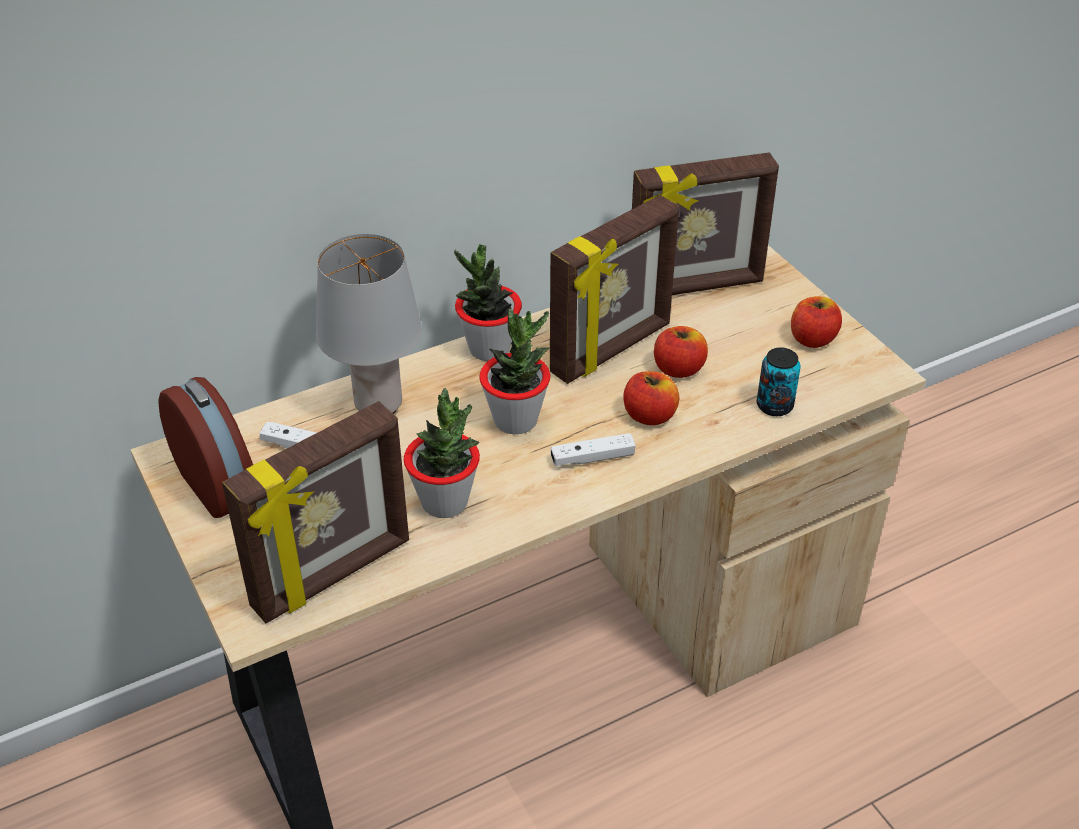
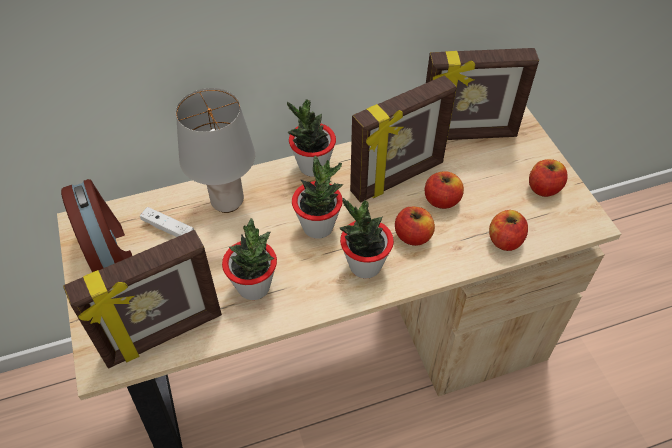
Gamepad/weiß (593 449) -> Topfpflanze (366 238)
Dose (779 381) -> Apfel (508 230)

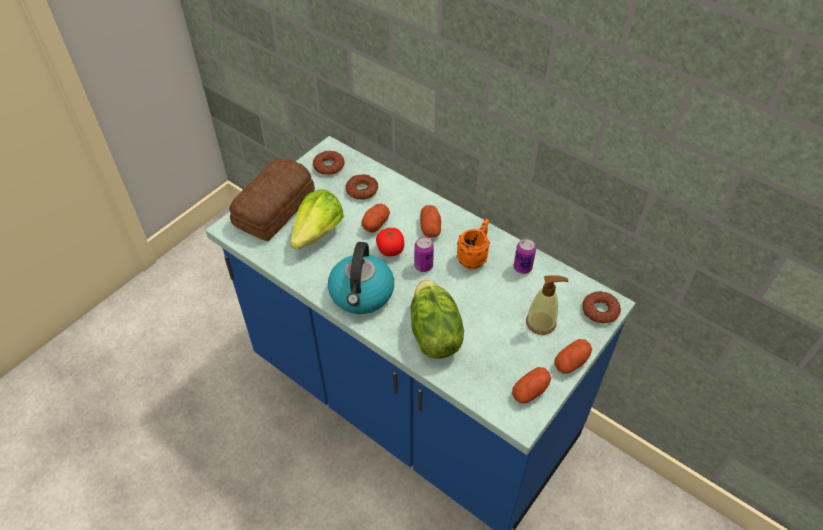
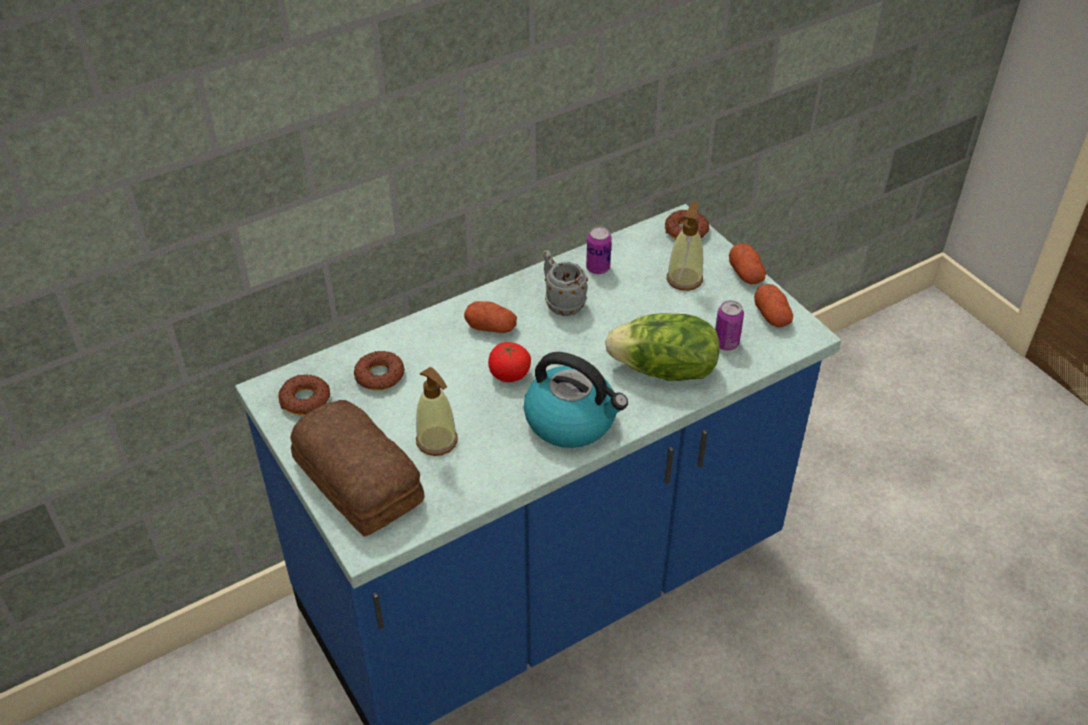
Kartoffel (376 218) -> none
Dose (424 254) -> Dose (729 325), relocated
Salatkopf (317 219) -> Seifenspender (437 411)
Henkelbecher/orange (473 244) -> Henkelbecher/grau (565 283)

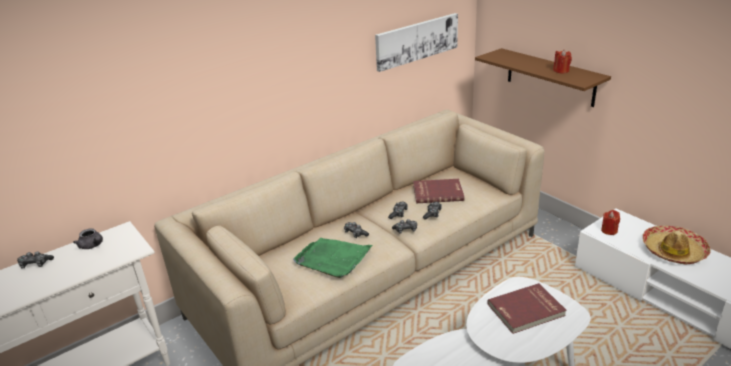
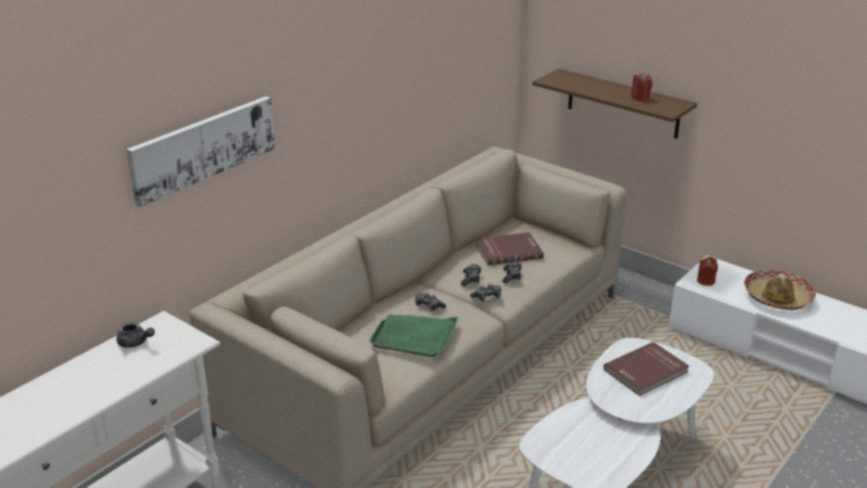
Gamepad (35 260) -> none
Bild (416 42) -> Bild (200 151), relocated

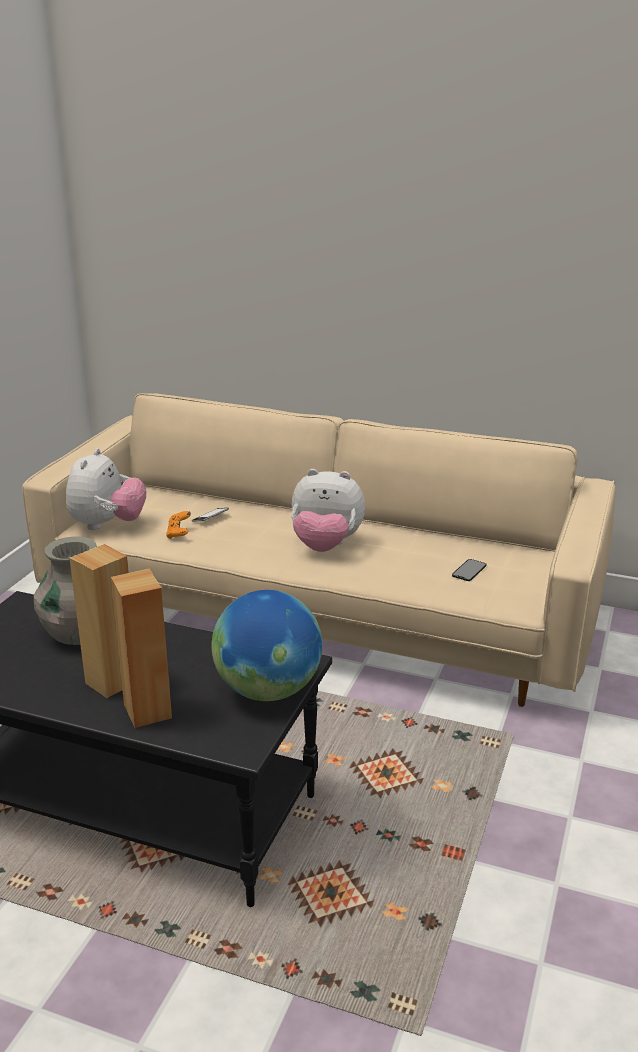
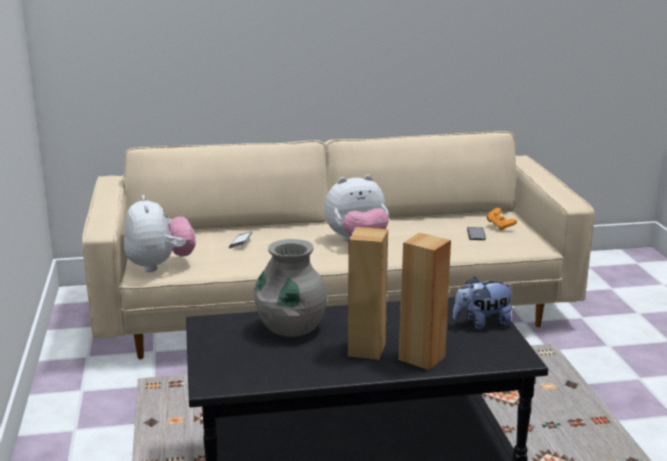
Gamepad/orange (178 525) -> Gamepad/orange (502 219), relocated
Globus (267 645) -> Plüschtier (484 302)

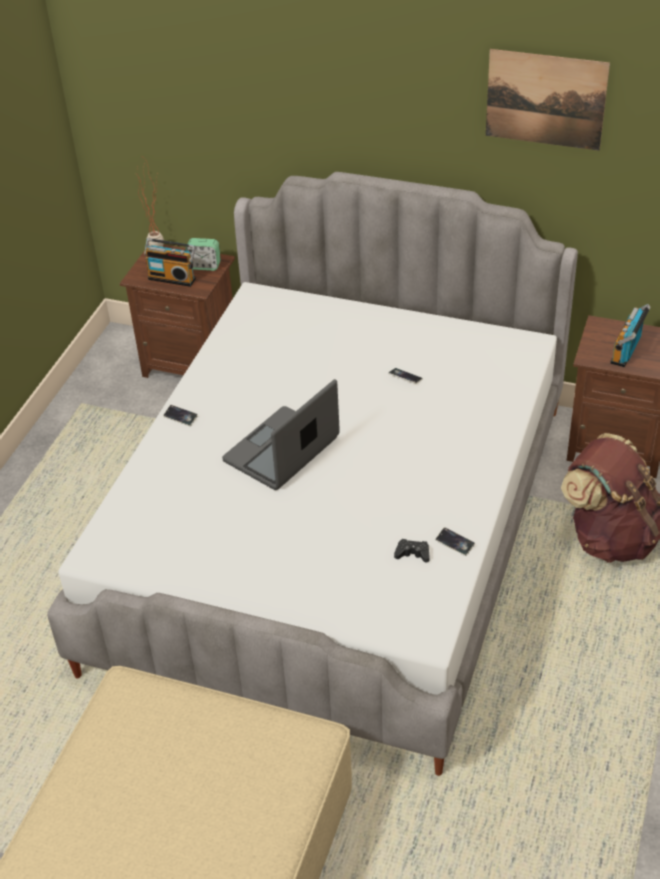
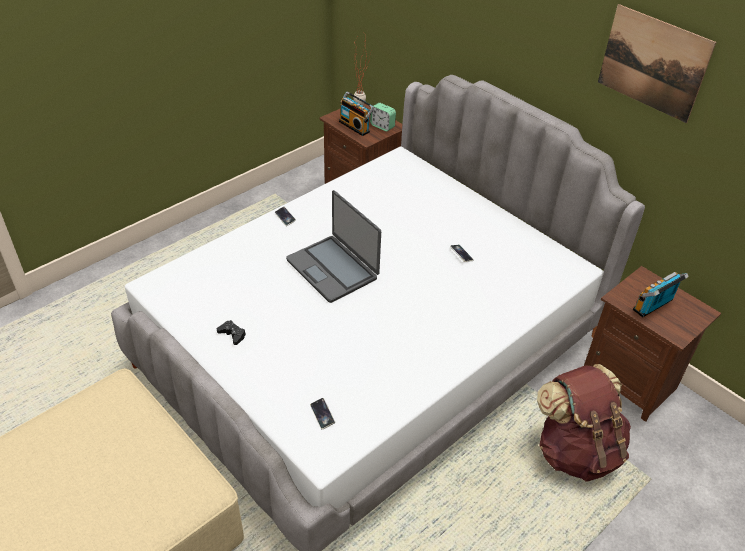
Gamepad/schwarz (412 551) -> Gamepad/schwarz (231 332), relocated
Handy (455 541) -> Handy (322 413), relocated
Laptop (281 434) -> Laptop (333 246), 105 degrees counterclockwise

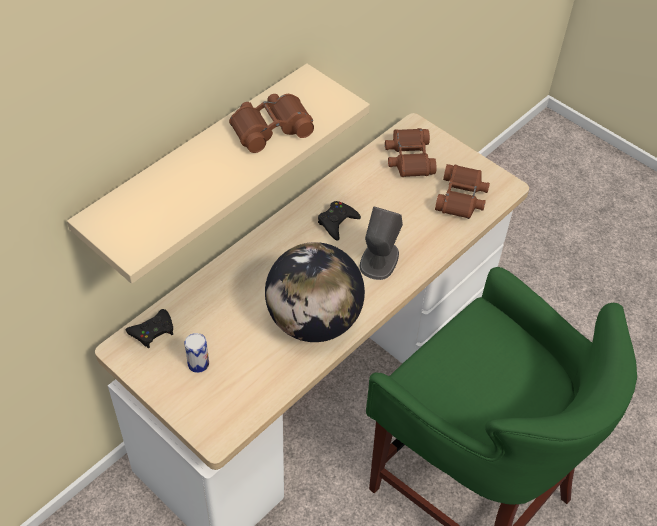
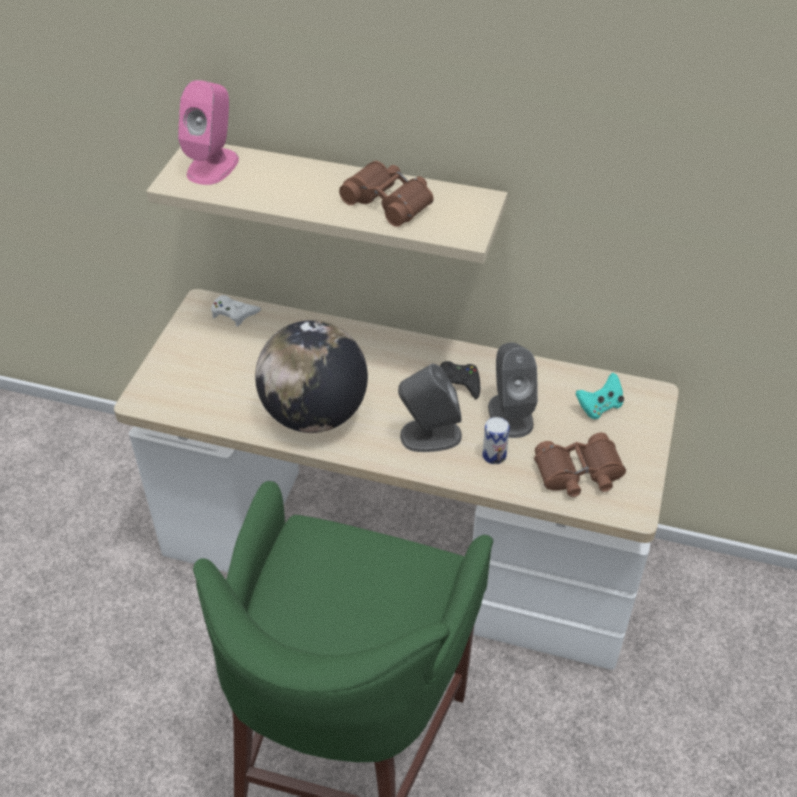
none -> Lautsprecher/rosa (208 132)
none -> Lautsprecher/grau (513 390)
Dose (196 353) -> Dose (496 440), relocated
Fernglas/braun (410 152) -> Gamepad/türkis (600 396)
Gamepad/schwarz (149 328) -> Gamepad/weiß (236 311)

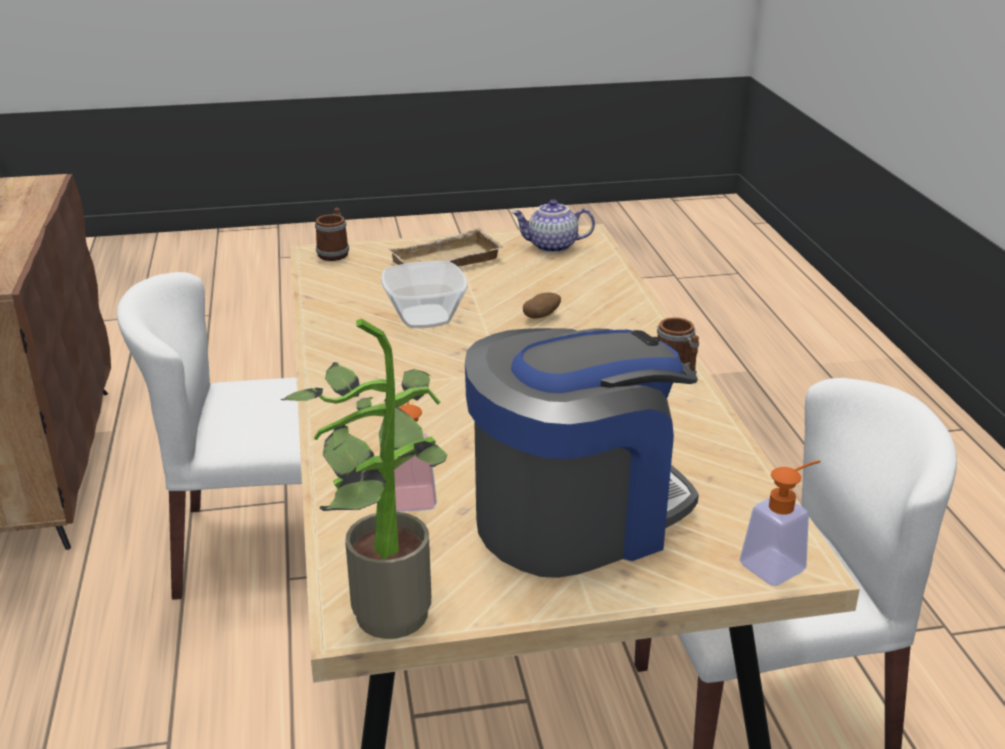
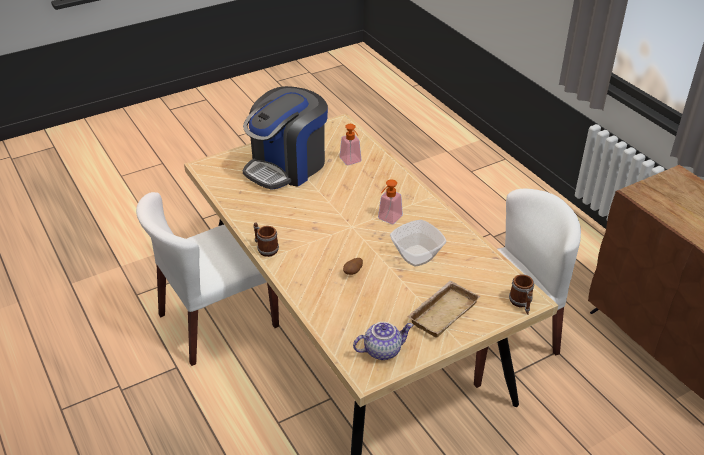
Topfpflanze (364 479) -> none
Seifenspender (780 523) -> Seifenspender (390 201), relocated

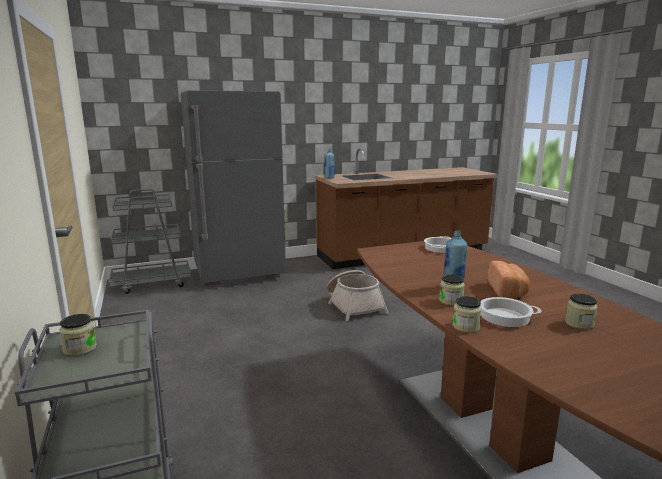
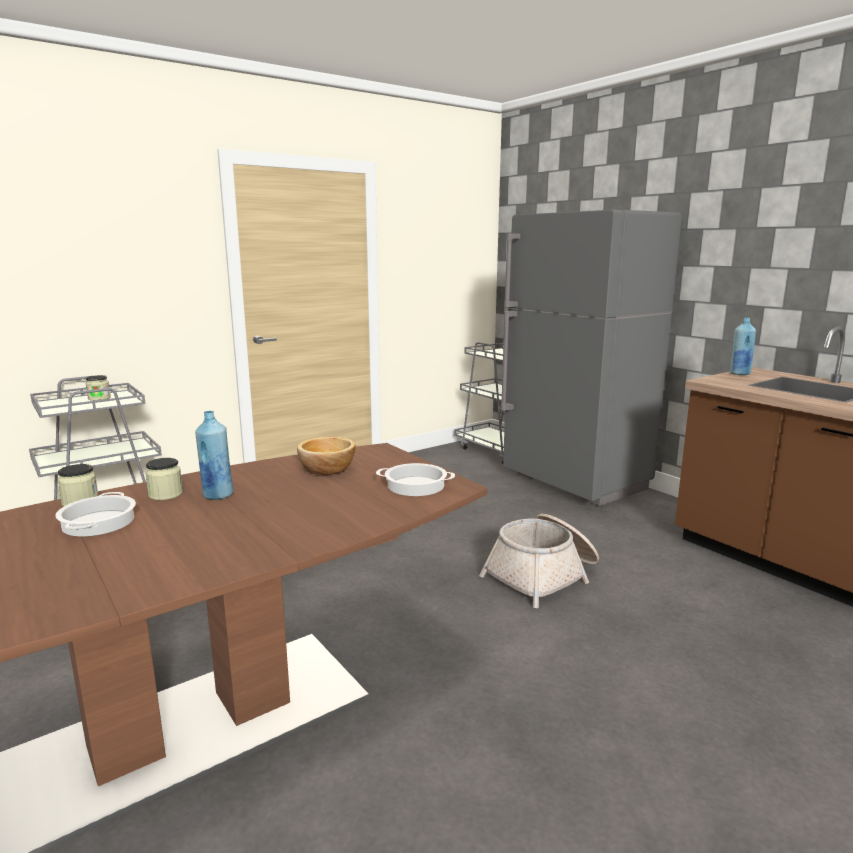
Brot (509 280) -> none
Vorratsglas (581 311) -> none
none -> Schüssel (326 456)

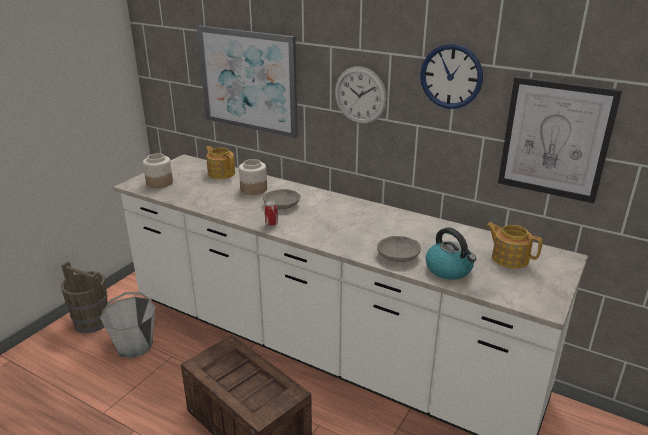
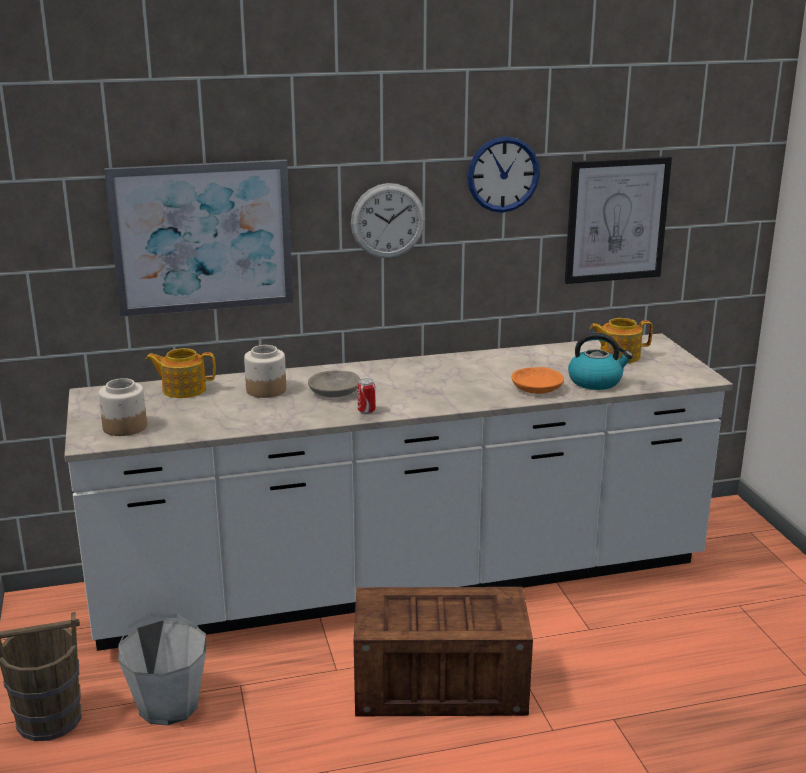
Schüssel/grau (399 249) -> Schüssel/orange (538 380)

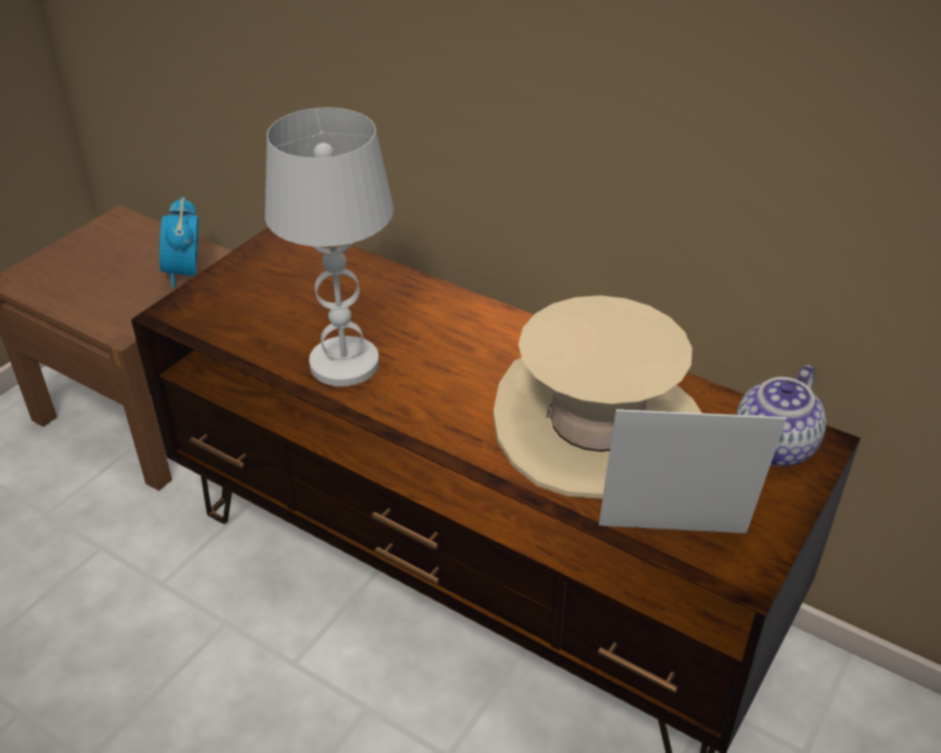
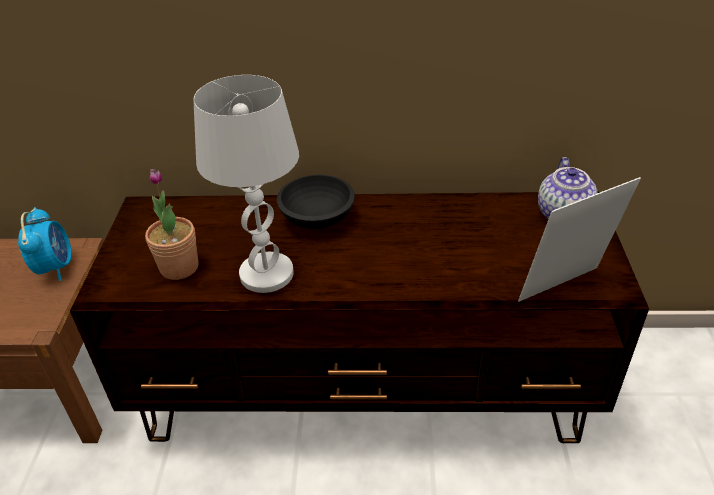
Hut/beige (597 397) -> none
none -> Topfpflanze (172 224)
none -> Schüssel/schwarz (316 202)
Wecker (178 242) -> Wecker (45 244), 150 degrees counterclockwise

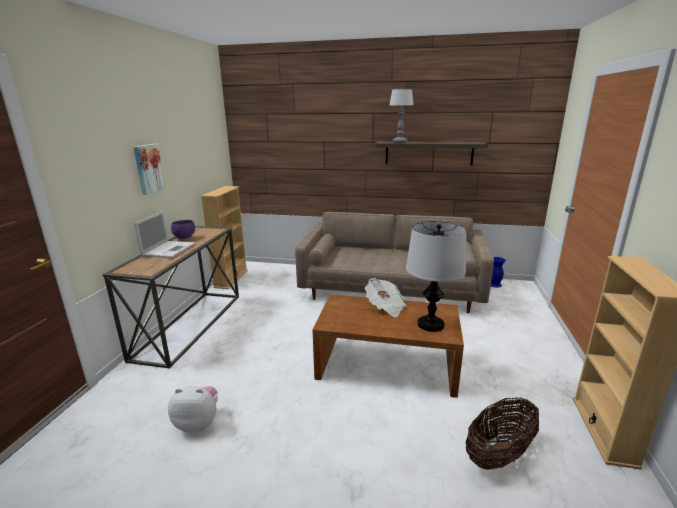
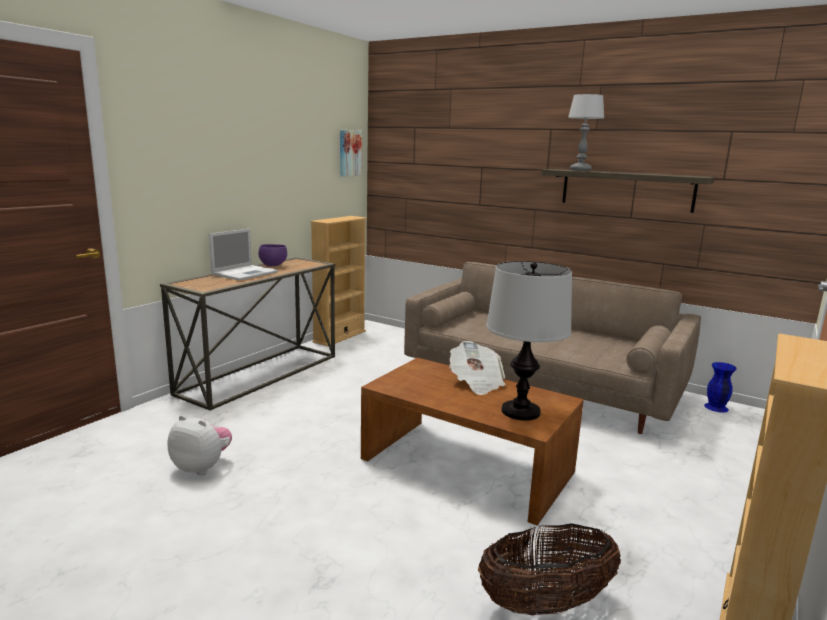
Bild (149 169) -> Bild (351 153), relocated

